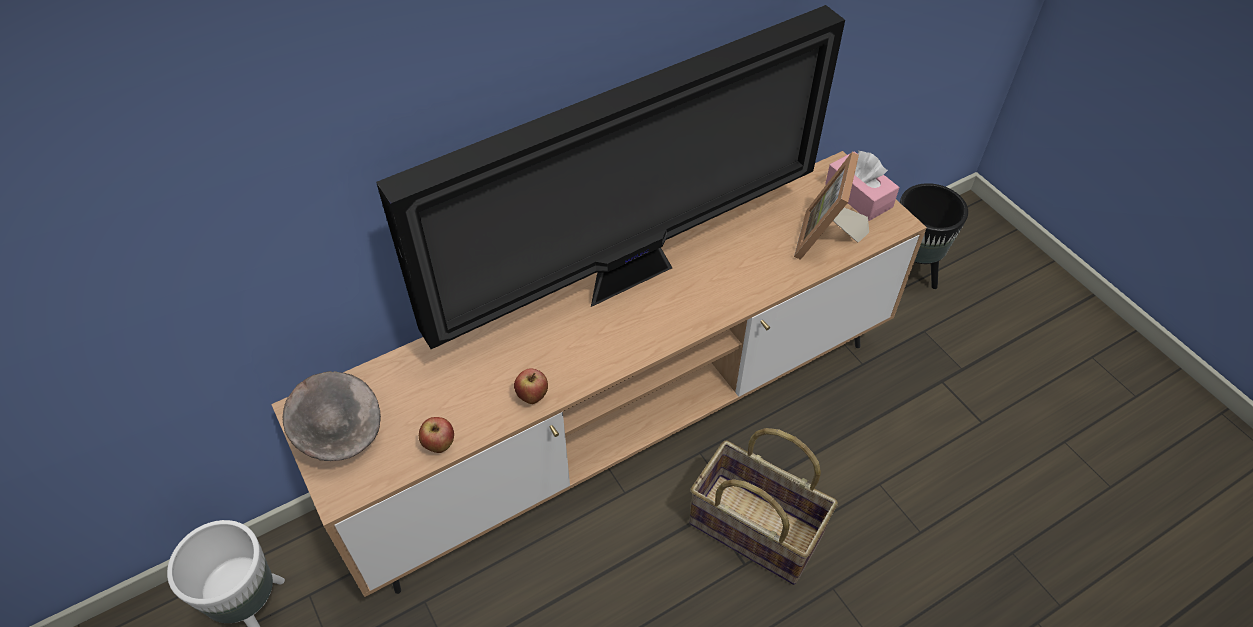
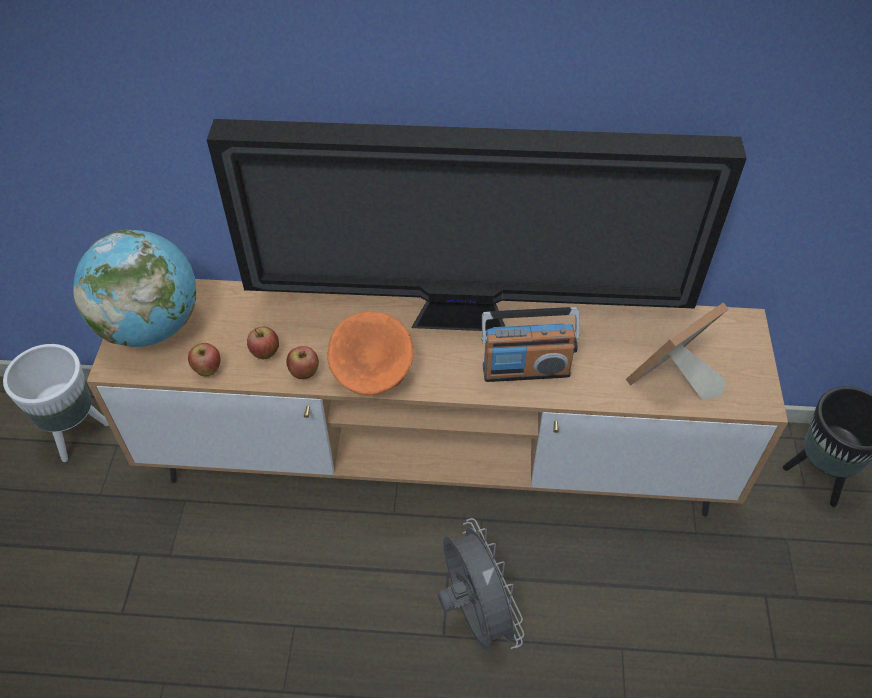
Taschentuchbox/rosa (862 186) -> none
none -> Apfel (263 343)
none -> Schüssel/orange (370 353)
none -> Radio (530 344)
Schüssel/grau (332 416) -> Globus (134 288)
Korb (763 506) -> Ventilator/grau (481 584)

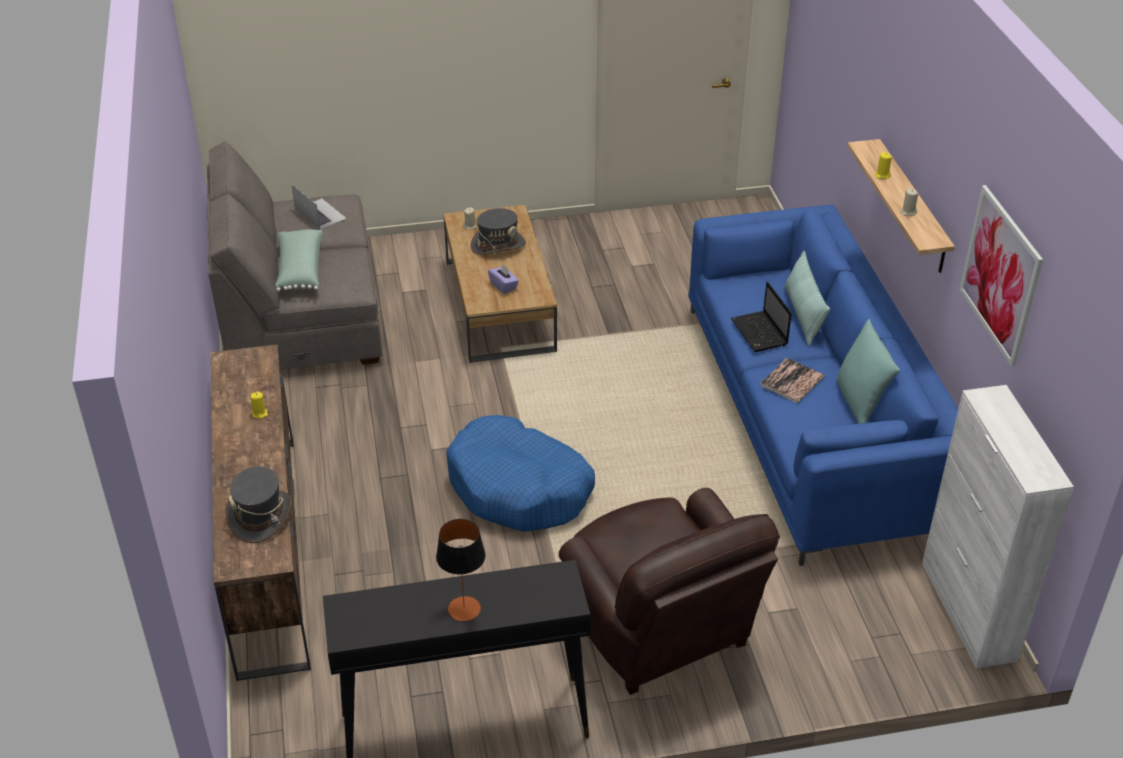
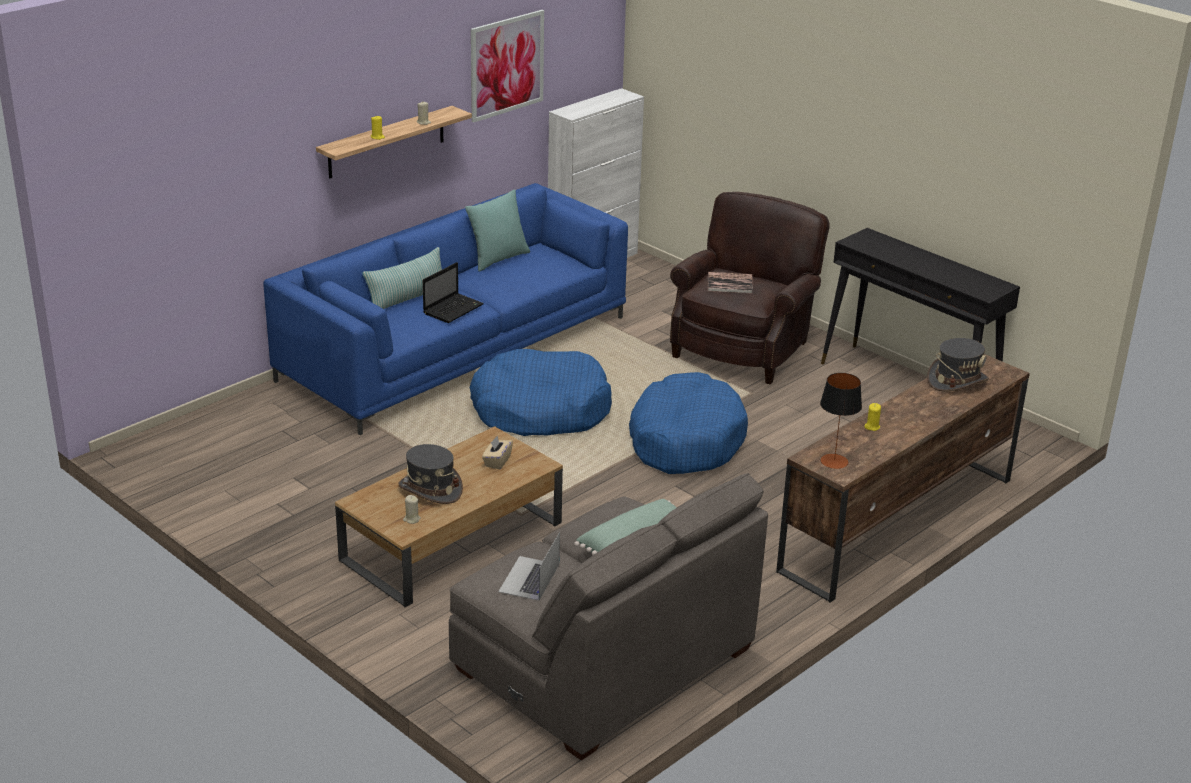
none -> Hundebett/blau (541 392)
Tischlampe (461 570) -> Tischlampe (841 421), relocated
Buch (792 380) -> Buch (730 282), relocated
Taschentuchbox/lila (503 279) -> Taschentuchbox/beige (497 452)

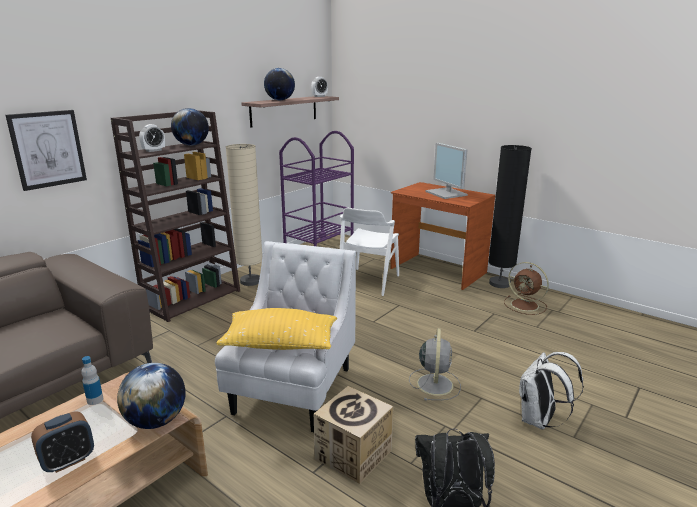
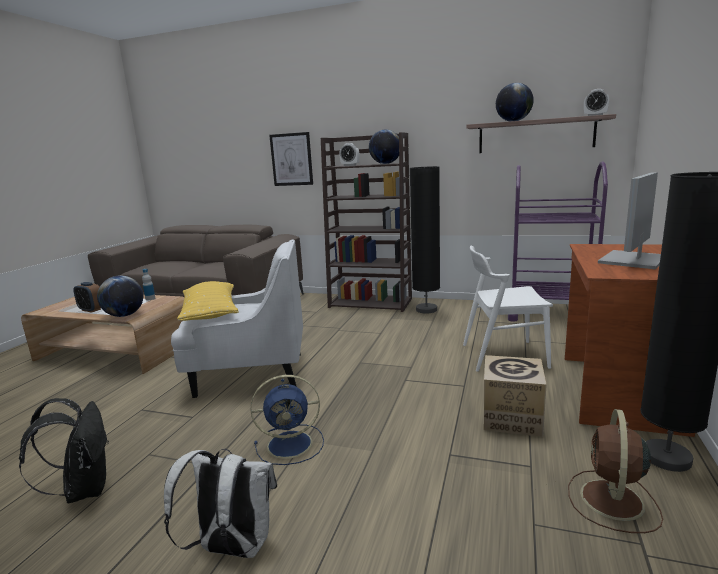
Karton (353 435) -> Karton (515 396), relocated
Stehlampe/beige (244 215) -> Stehlampe/schwarz (424 240)
Ventilator/grau (435 364) -> Ventilator/blau (287 420)

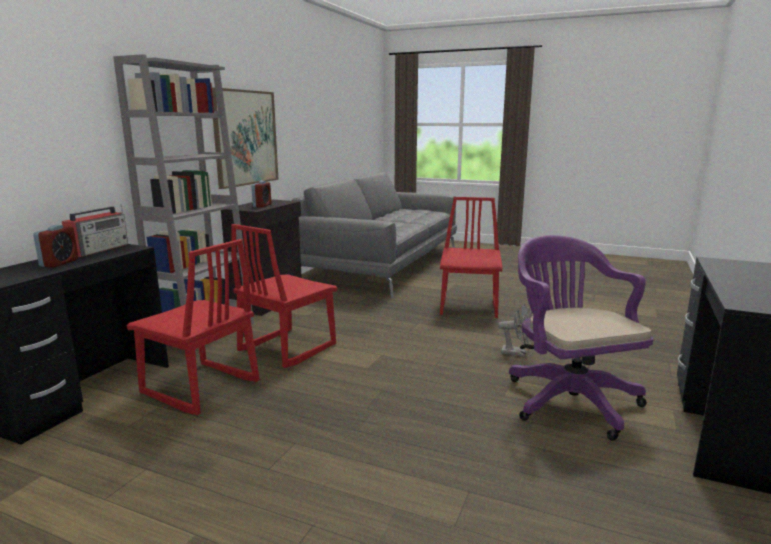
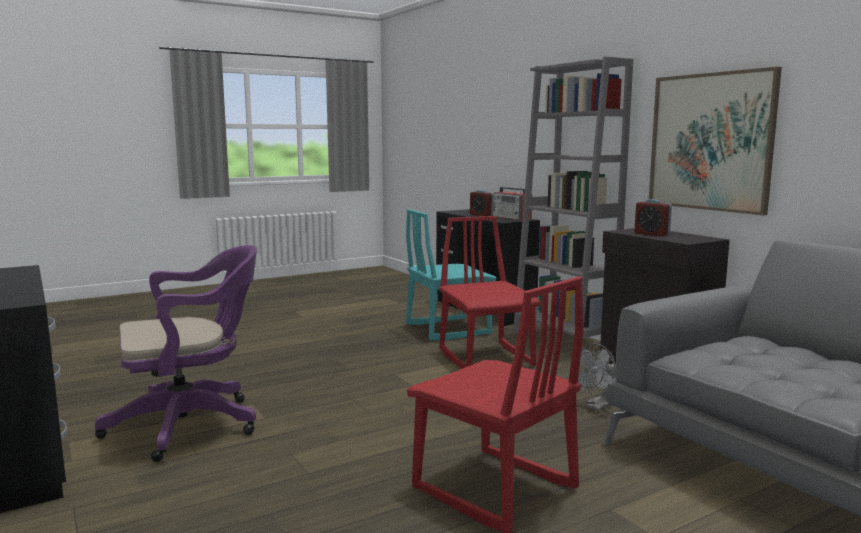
Ventilator/grau (515 330) -> Ventilator/grau (597 377), relocated
Stuhl/rot (193 327) -> Stuhl/türkis (451 274)
Bürostuhl/lila (581 338) -> Bürostuhl/lila (176 353), 45 degrees counterclockwise

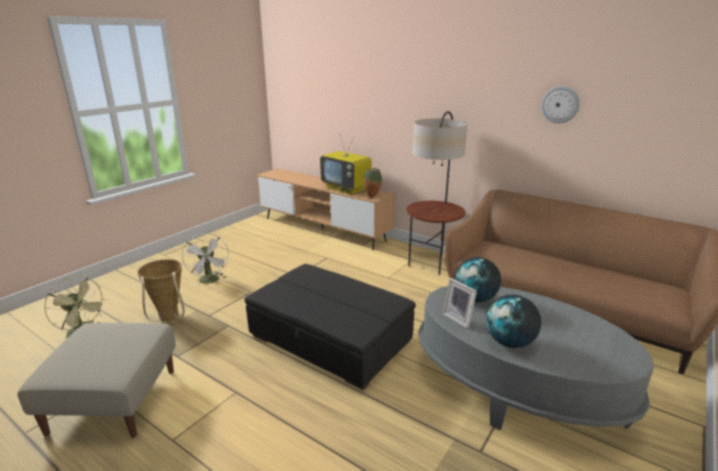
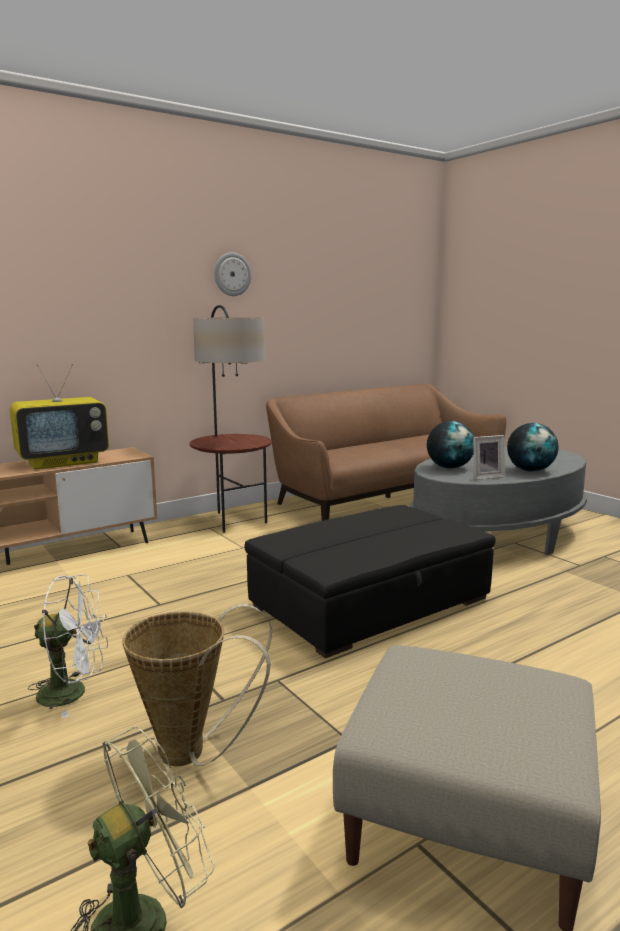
Vase (372 182) -> none
Wanduhr (560 104) -> Wanduhr (232 274), relocated

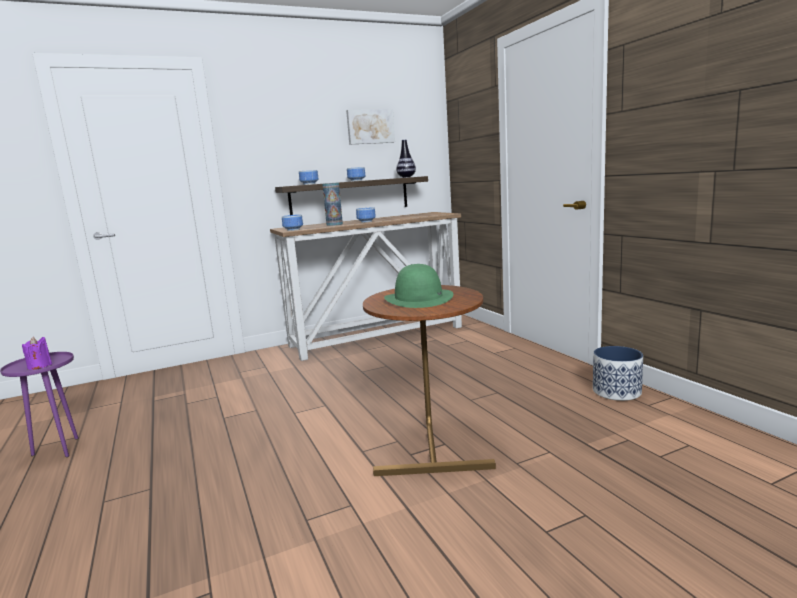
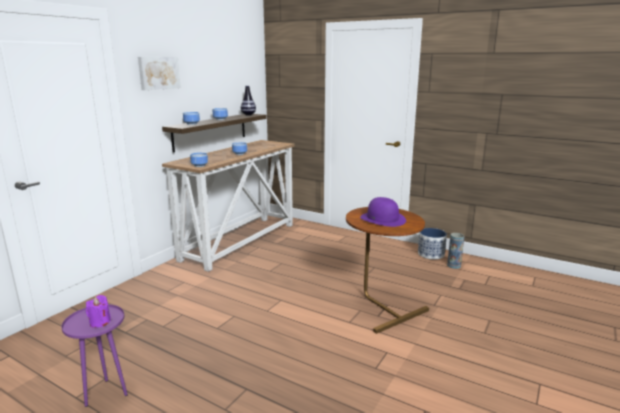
Vase (332 204) -> Vase (456 251), relocated
Bild (370 127) -> Bild (159 73), relocated
Hut/grün (418 286) -> Hut/lila (383 212)

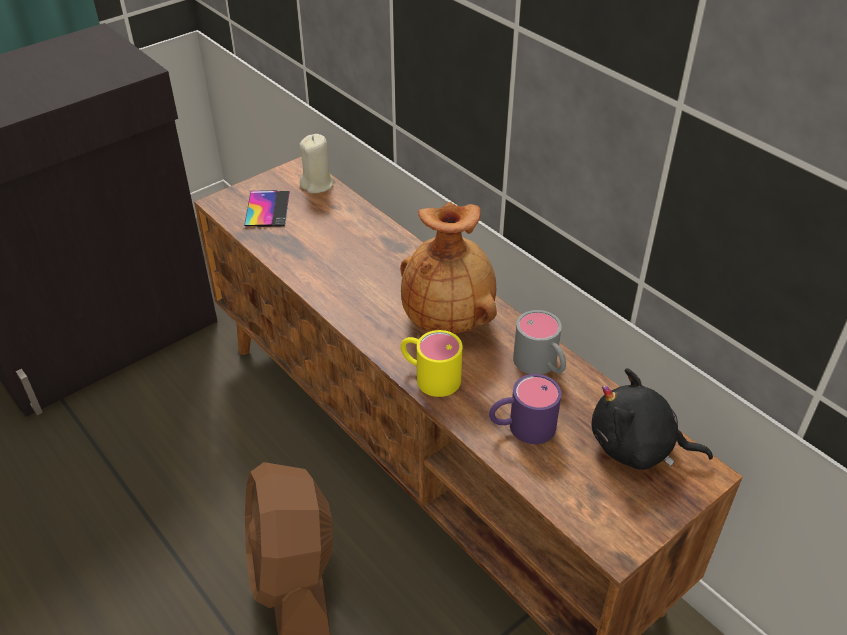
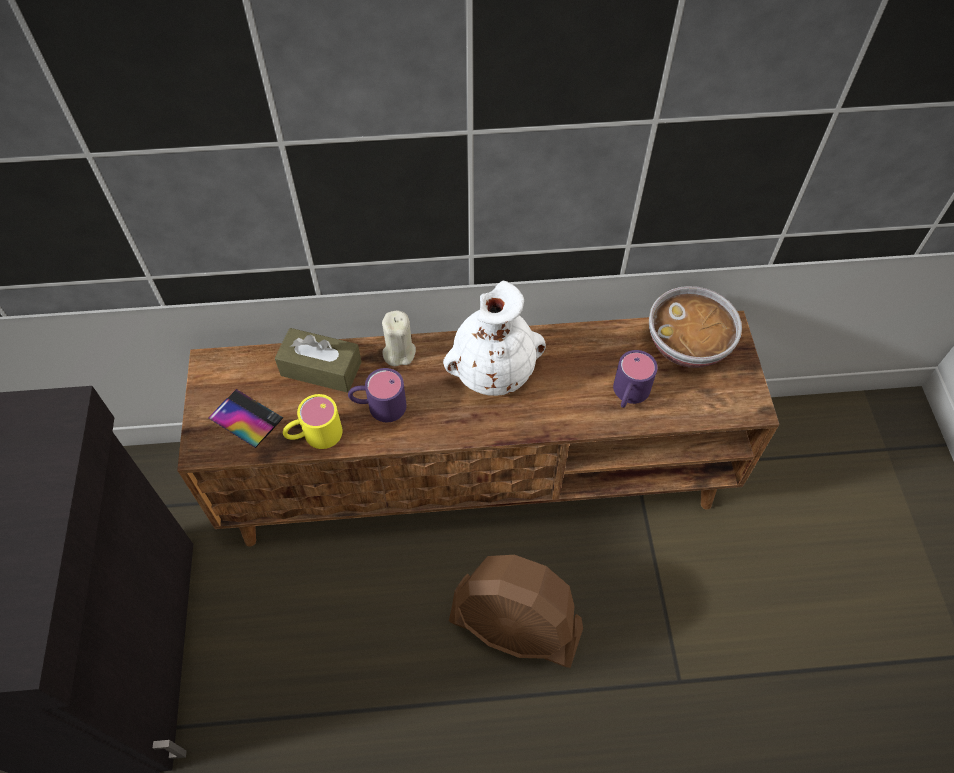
Henkelbecher/grau (539 342) -> none
none -> Taschentuchbox/braun (318 360)
none -> Henkelbecher/lila (377 395)
Kerze/beige (317 163) -> Kerze/beige (399 338), relocated
Henkelbecher/gelb (432 363) -> Henkelbecher/gelb (313 421), relocated
Plüschtier/schwarz (652 419) -> Schüssel (695 327)
Vase/braun (448 268) -> Vase/weiß (494 338)

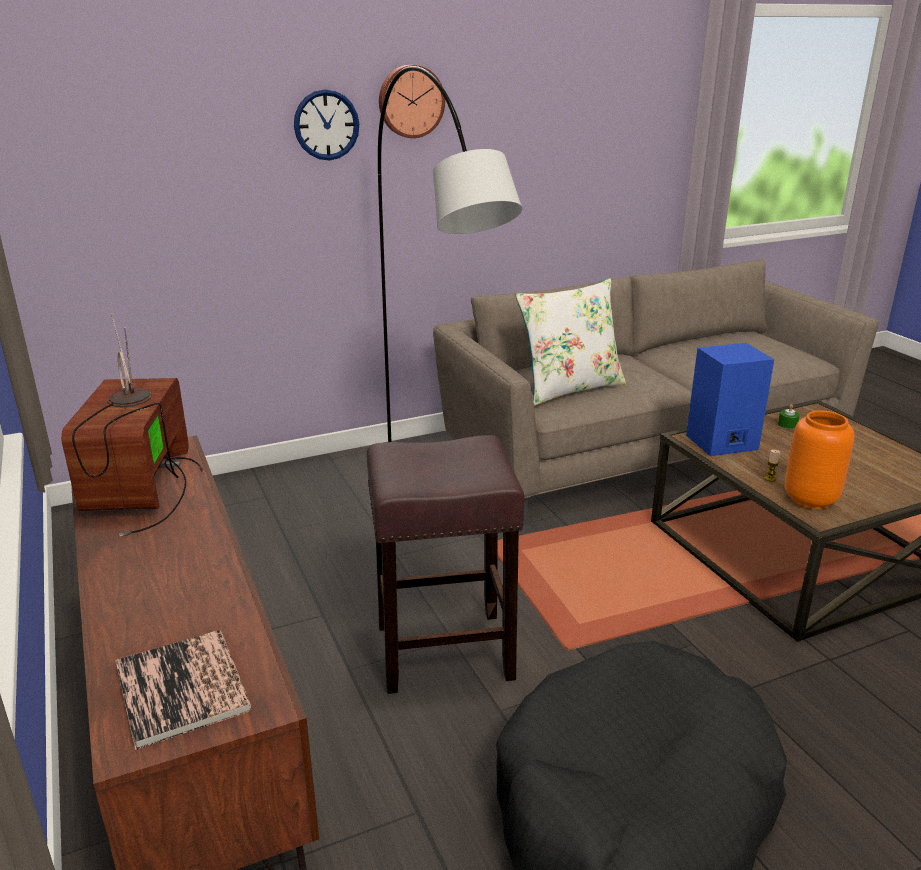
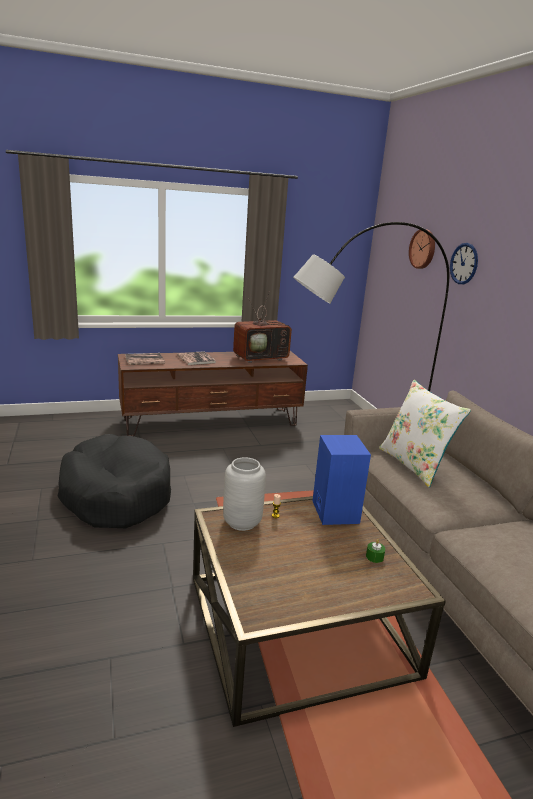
Hocker/braun (446 564) -> none
none -> Buch (196 358)
Wanduhr (412 101) -> Wanduhr (422 249), relocated
Vase/orange (819 459) -> Vase/grau (244 494)
Fernseher (133 424) -> Fernseher (262 328), 150 degrees clockwise

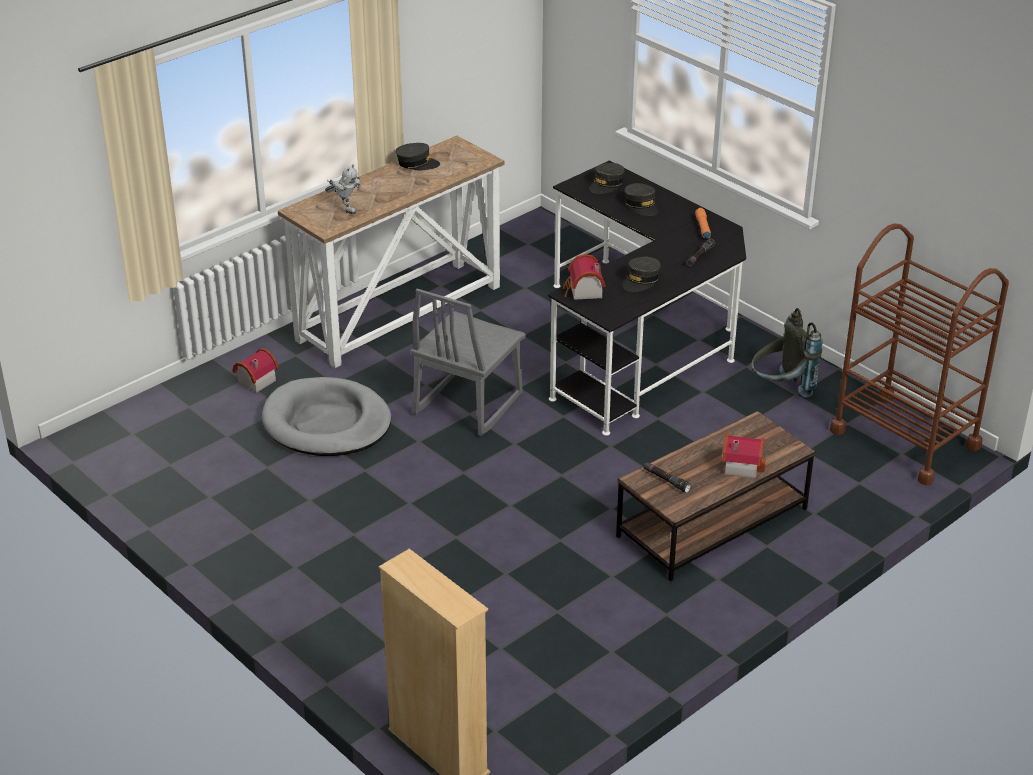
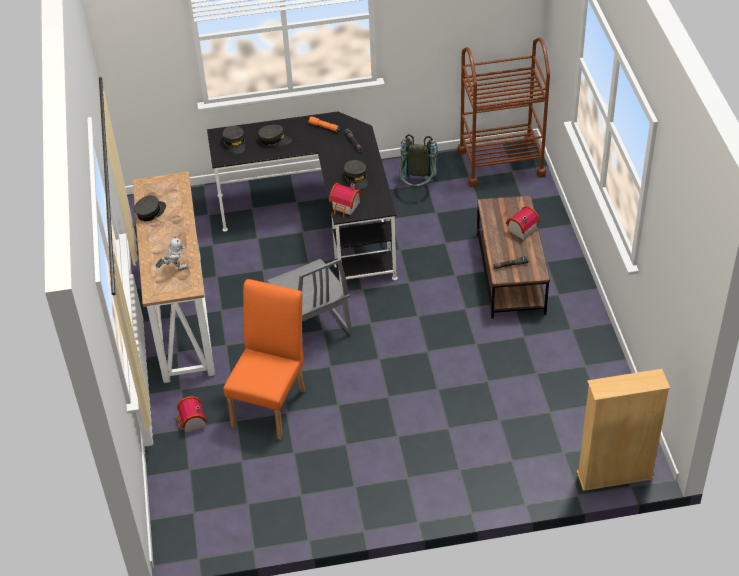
Hundebett/grau (326 416) -> Stuhl/orange (264 359)

